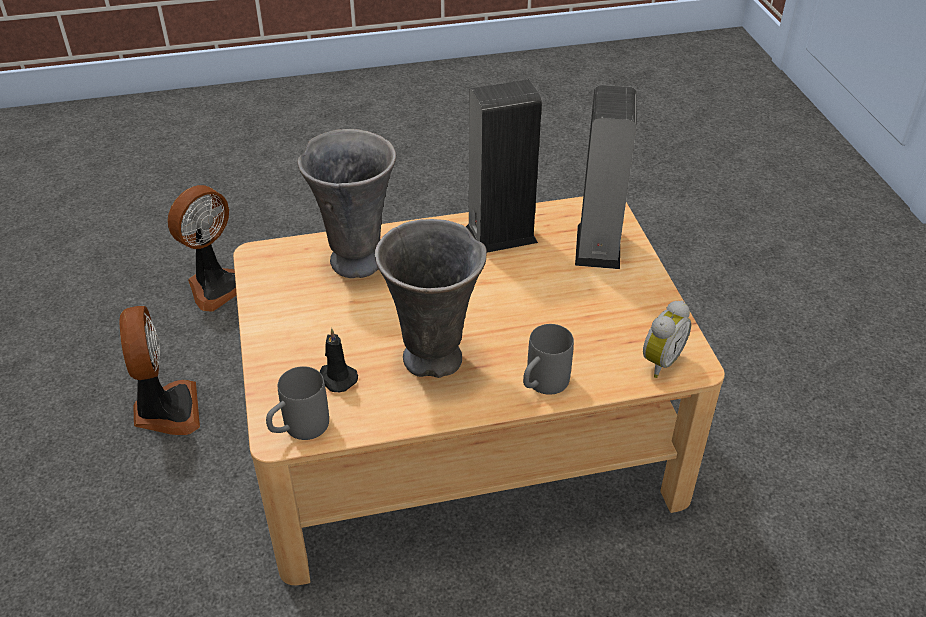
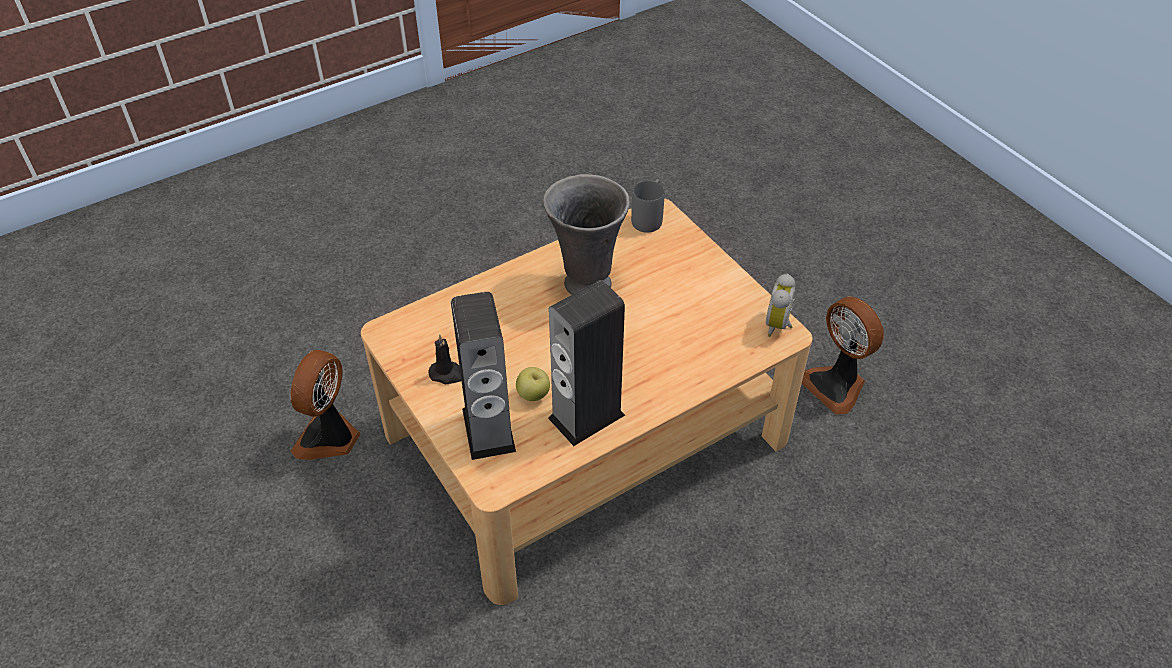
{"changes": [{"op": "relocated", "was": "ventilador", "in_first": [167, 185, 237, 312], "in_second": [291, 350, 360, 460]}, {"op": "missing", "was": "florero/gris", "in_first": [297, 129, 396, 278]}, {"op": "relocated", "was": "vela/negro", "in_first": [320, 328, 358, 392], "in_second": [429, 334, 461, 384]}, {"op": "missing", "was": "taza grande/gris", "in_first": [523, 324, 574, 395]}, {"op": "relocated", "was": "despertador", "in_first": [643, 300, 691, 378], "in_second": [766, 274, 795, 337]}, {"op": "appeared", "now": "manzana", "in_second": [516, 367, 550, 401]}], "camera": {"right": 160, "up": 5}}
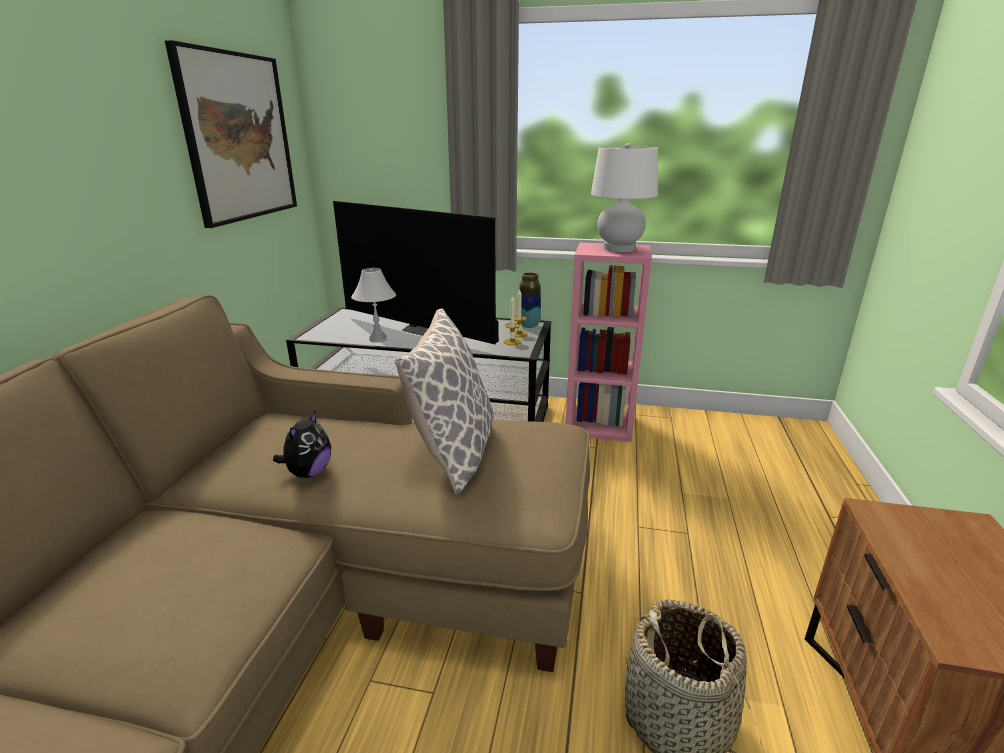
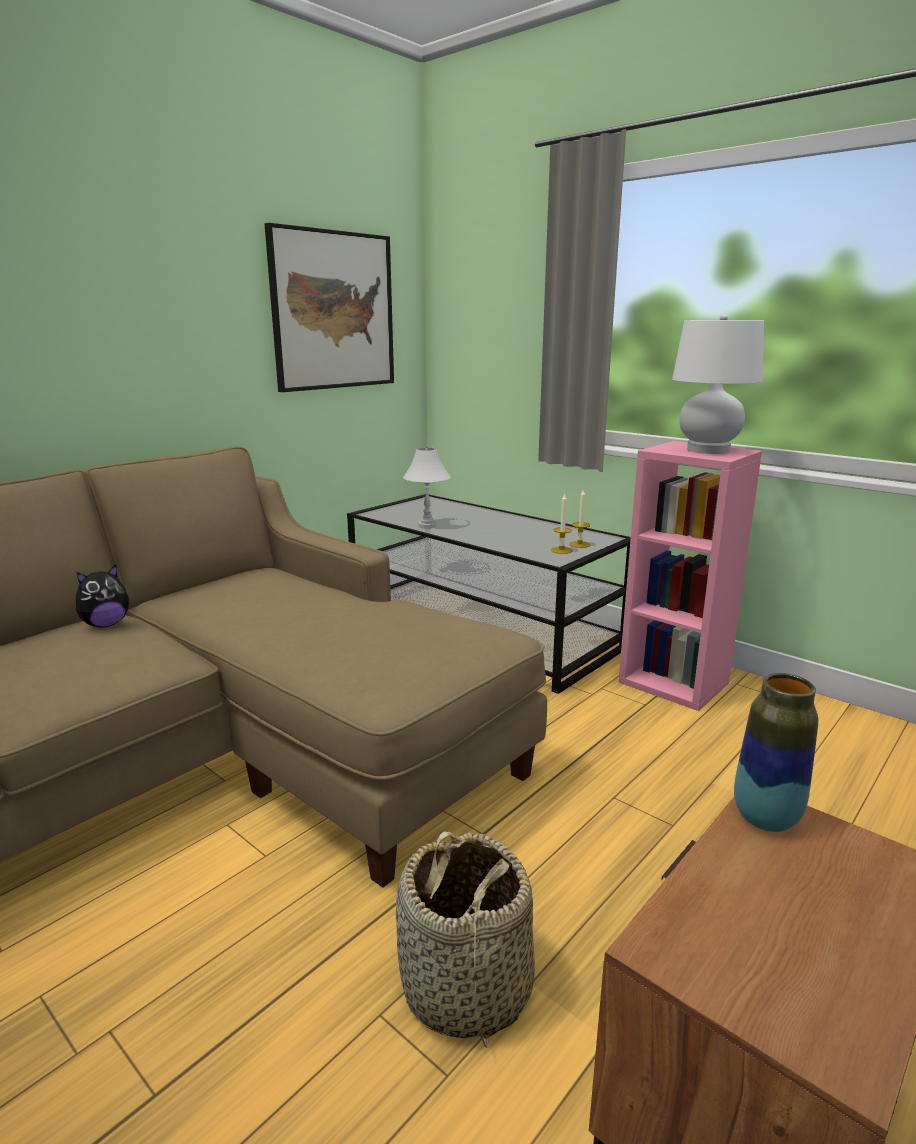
{"changes": [{"op": "relocated", "was": "peluche", "in_first": [273, 410, 331, 478], "in_second": [76, 565, 129, 628]}, {"op": "missing", "was": "televisor", "in_first": [333, 201, 499, 344]}, {"op": "missing", "was": "cojín", "in_first": [395, 309, 494, 494]}, {"op": "relocated", "was": "florero", "in_first": [519, 273, 541, 328], "in_second": [734, 673, 818, 832]}], "camera": {"right": 30, "up": -5}}
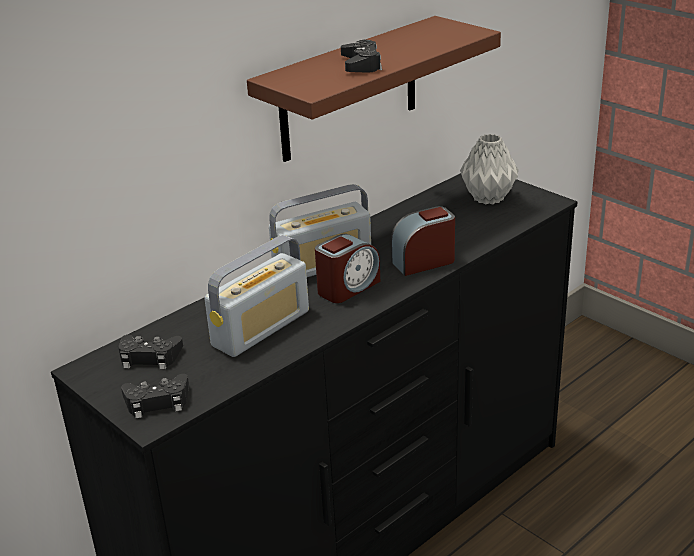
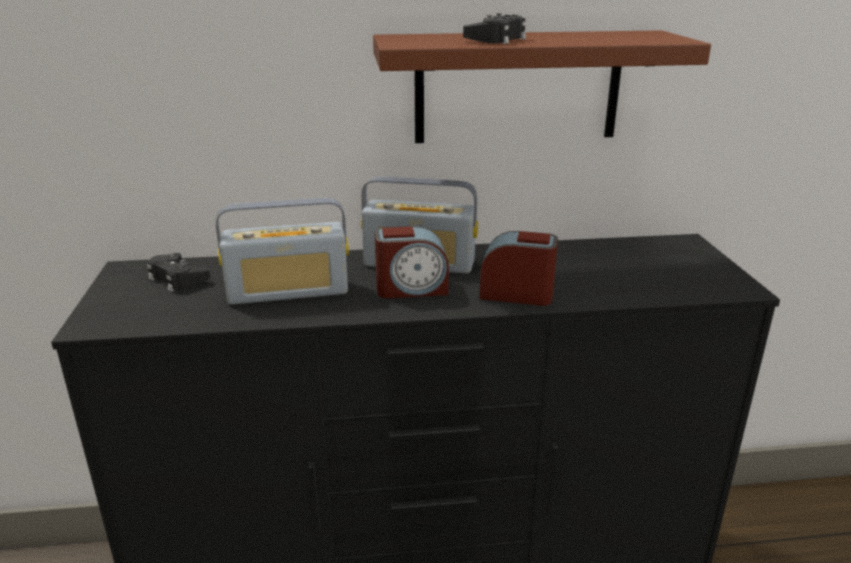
{"changes": [{"op": "missing", "was": "mando de consola/negro", "in_first": [121, 374, 189, 418]}, {"op": "missing", "was": "florero/gris", "in_first": [460, 134, 519, 205]}], "camera": {"right": 35, "up": -5}}
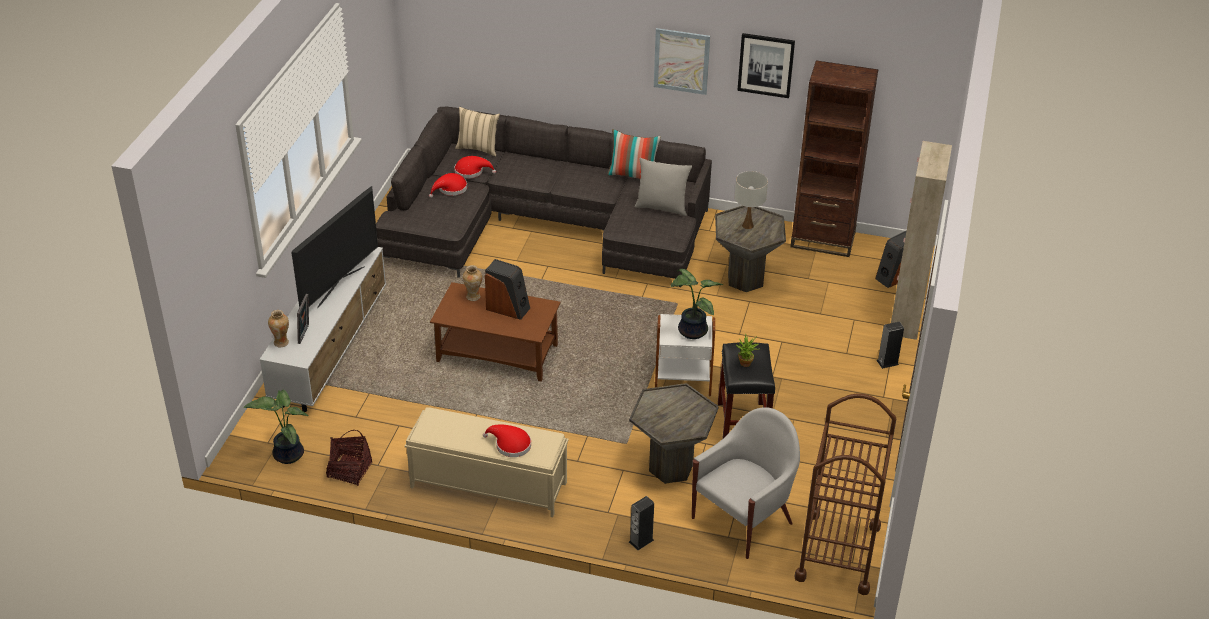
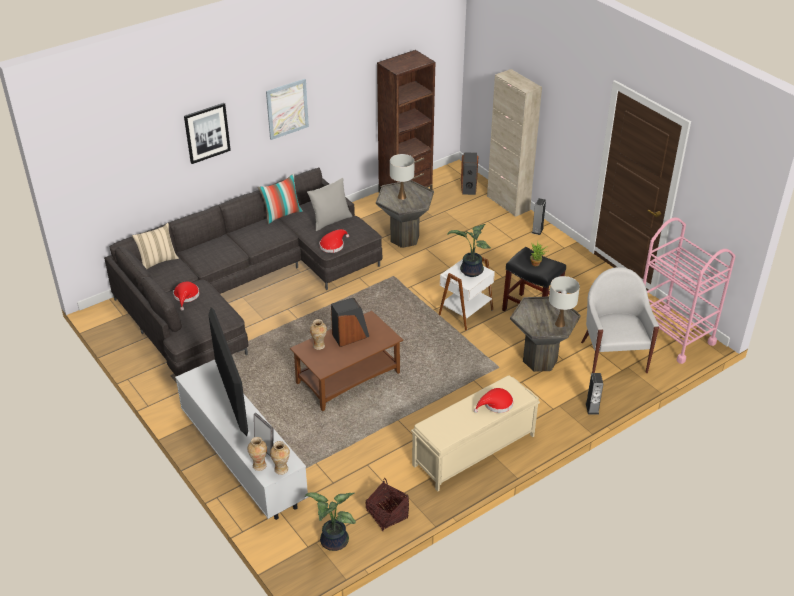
{"changes": [{"op": "relocated", "was": "sombrero/rojo", "in_first": [454, 156, 496, 179], "in_second": [320, 229, 349, 253]}, {"op": "relocated", "was": "cuadro", "in_first": [737, 33, 795, 98], "in_second": [184, 103, 231, 164]}, {"op": "colour", "was": "carrito/marrón", "now": "carrito/rosa", "in_first": [794, 393, 896, 595], "in_second": [643, 217, 736, 364]}, {"op": "appeared", "now": "florero", "in_second": [270, 441, 290, 475]}, {"op": "appeared", "now": "lámpara de mesa/blanco", "in_second": [549, 276, 580, 328]}], "camera": {"right": -50, "up": 0}}
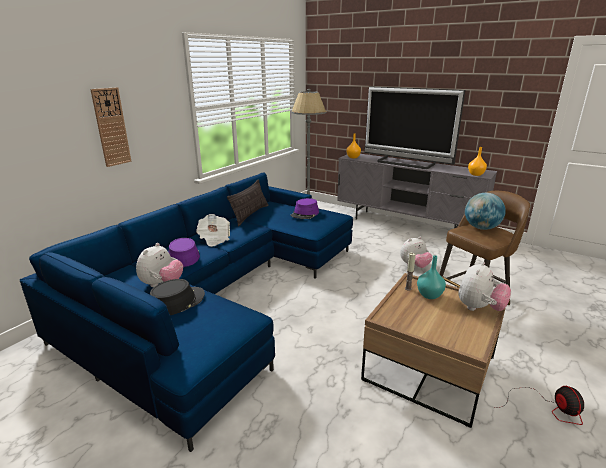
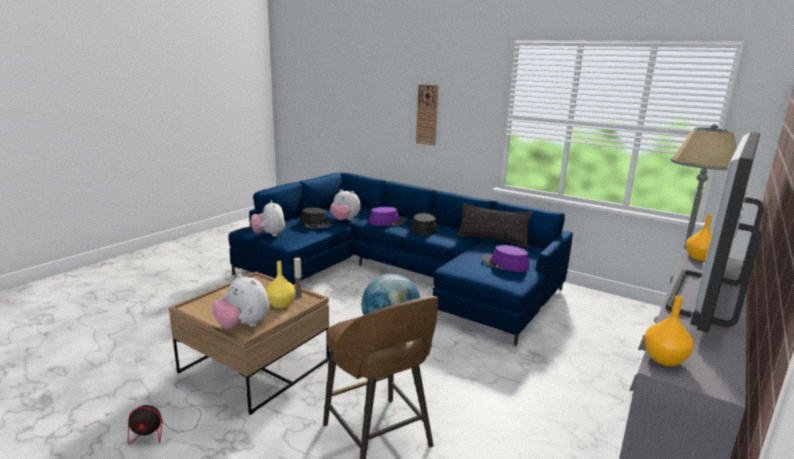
{"changes": [{"op": "exchanged", "was": "periódico", "now": "sombrero/negro", "in_first": [196, 214, 230, 247], "in_second": [411, 213, 437, 236]}, {"op": "relocated", "was": "peluche", "in_first": [400, 237, 433, 268], "in_second": [251, 201, 285, 236]}, {"op": "colour", "was": "florero/turquesa", "now": "florero/amarillo", "in_first": [417, 255, 446, 299], "in_second": [266, 261, 295, 308]}], "camera": {"right": 90, "up": -5}}
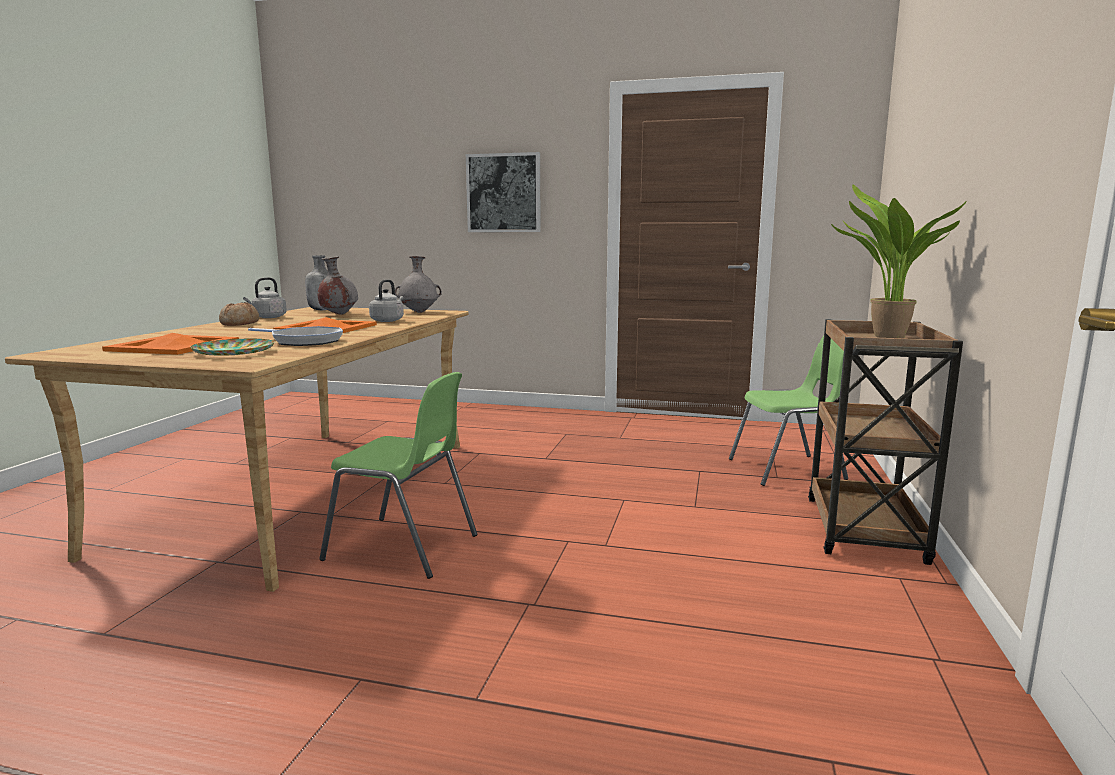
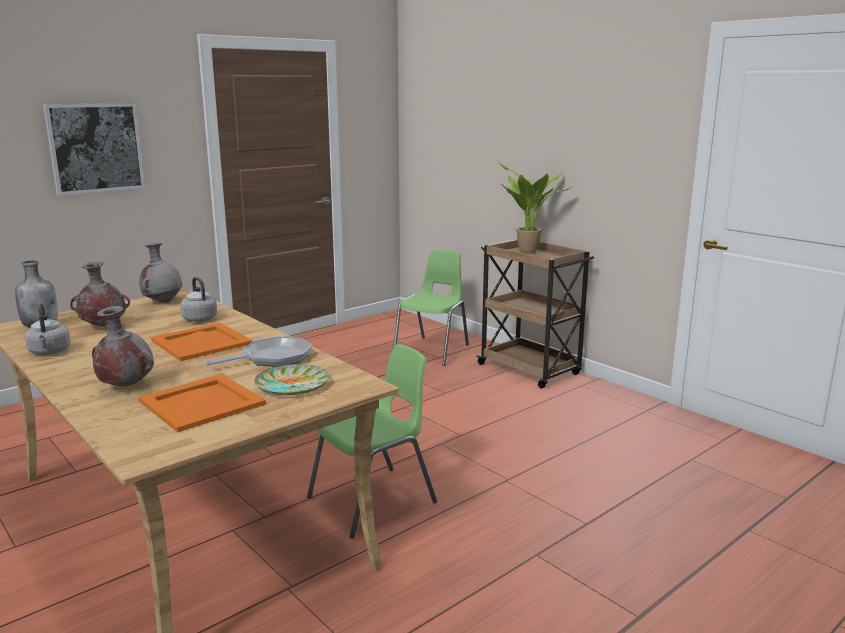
{"changes": [{"op": "missing", "was": "pan", "in_first": [219, 302, 259, 326]}, {"op": "appeared", "now": "florero/gris", "in_second": [92, 306, 154, 386]}], "camera": {"right": -55, "up": 5}}
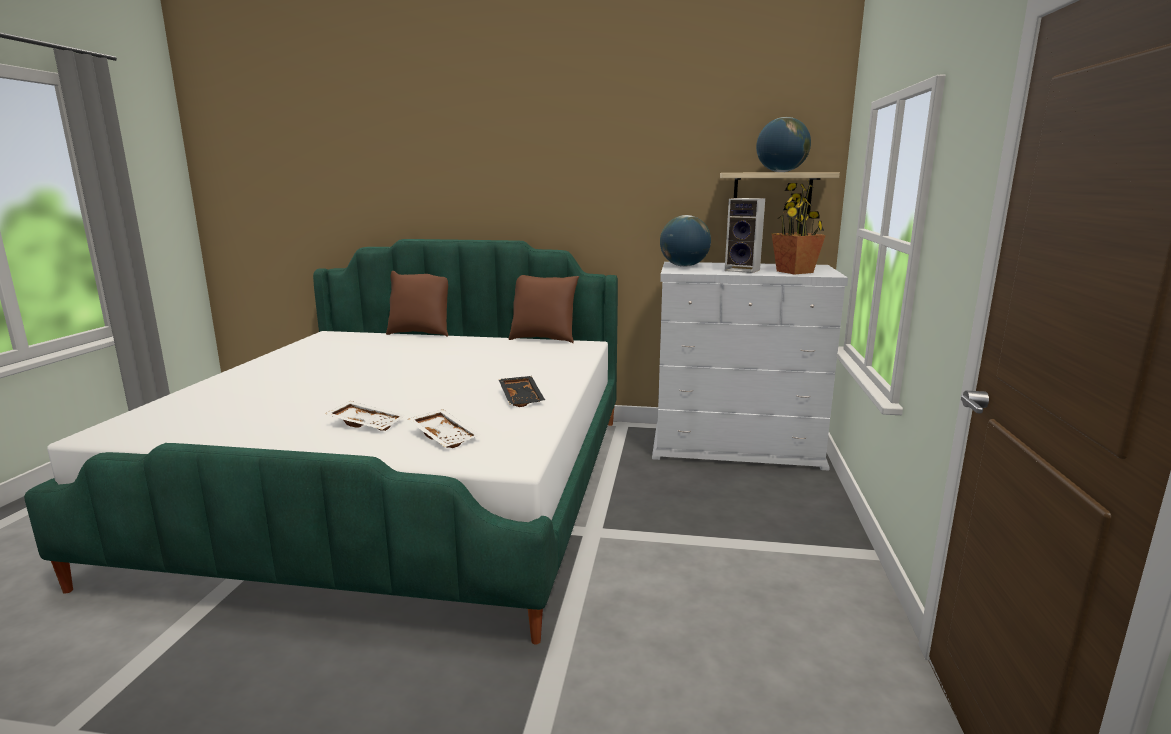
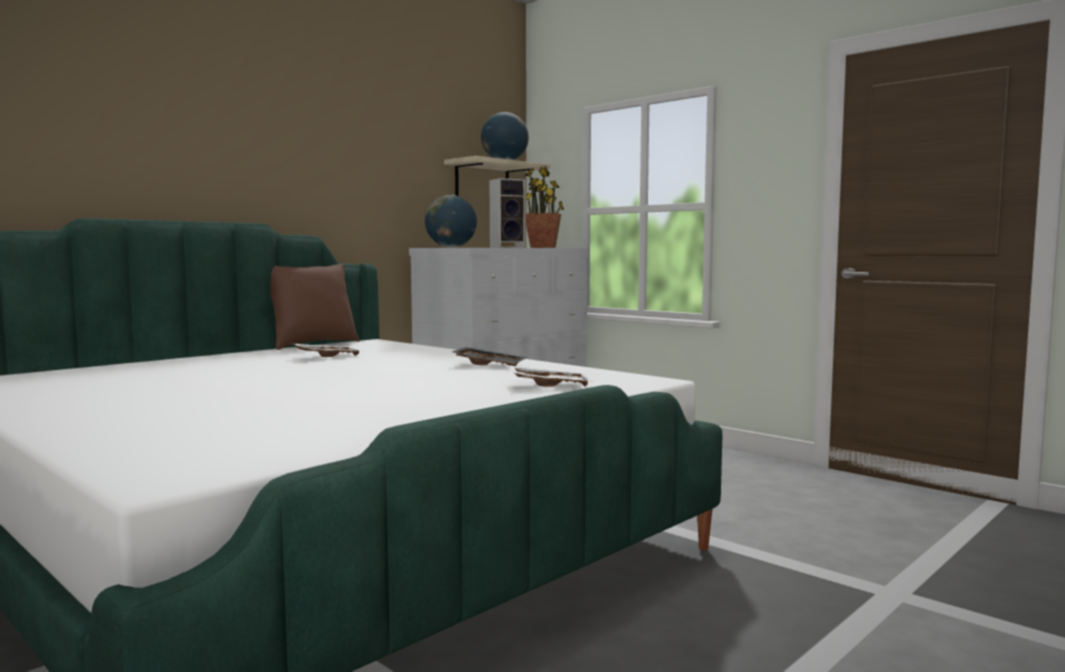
{"changes": [{"op": "relocated", "was": "bandeja/blanco", "in_first": [325, 401, 405, 431], "in_second": [291, 343, 362, 357]}, {"op": "missing", "was": "cojín/marrón", "in_first": [386, 271, 448, 337]}], "camera": {"right": -55, "up": -10}}
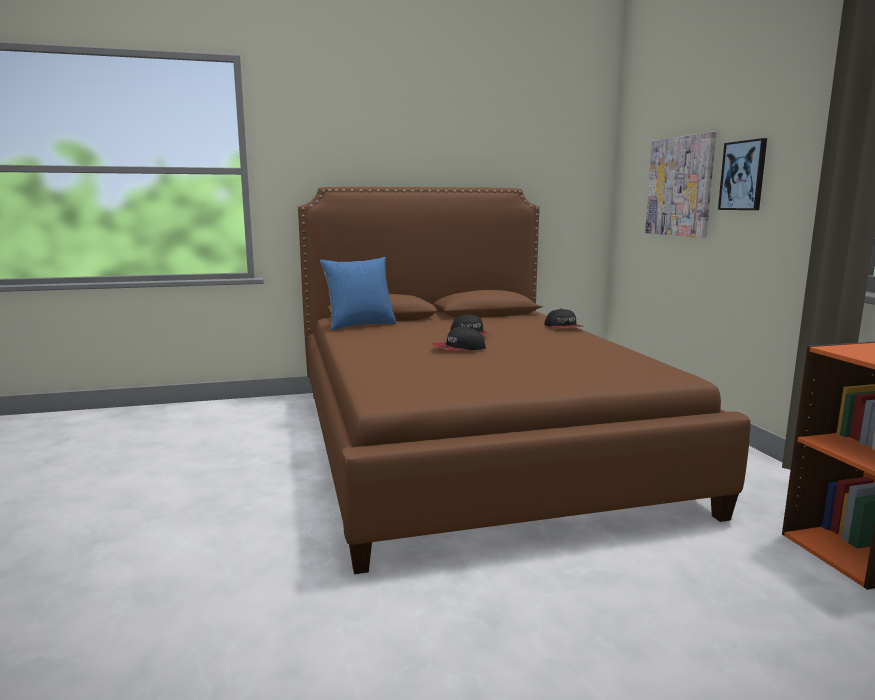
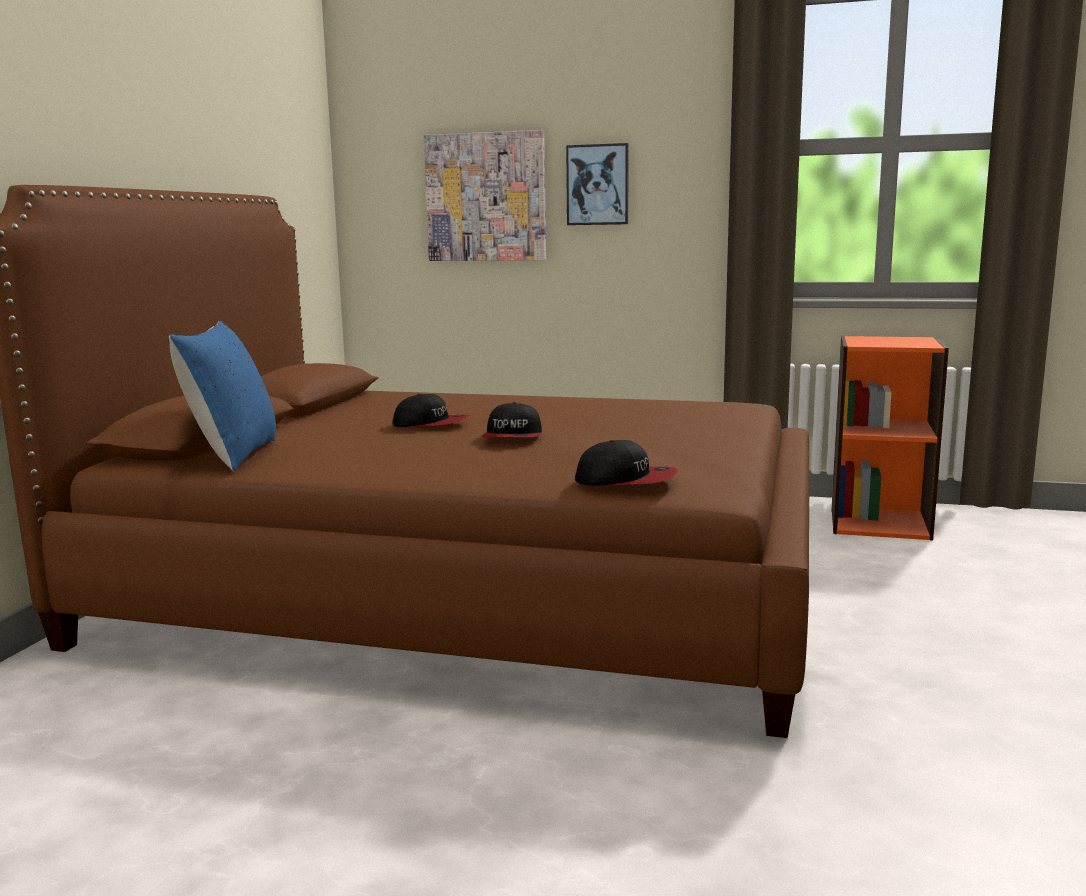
{"changes": [{"op": "relocated", "was": "gorra", "in_first": [544, 309, 583, 328], "in_second": [575, 440, 678, 486]}], "camera": {"right": -60, "up": 0}}
